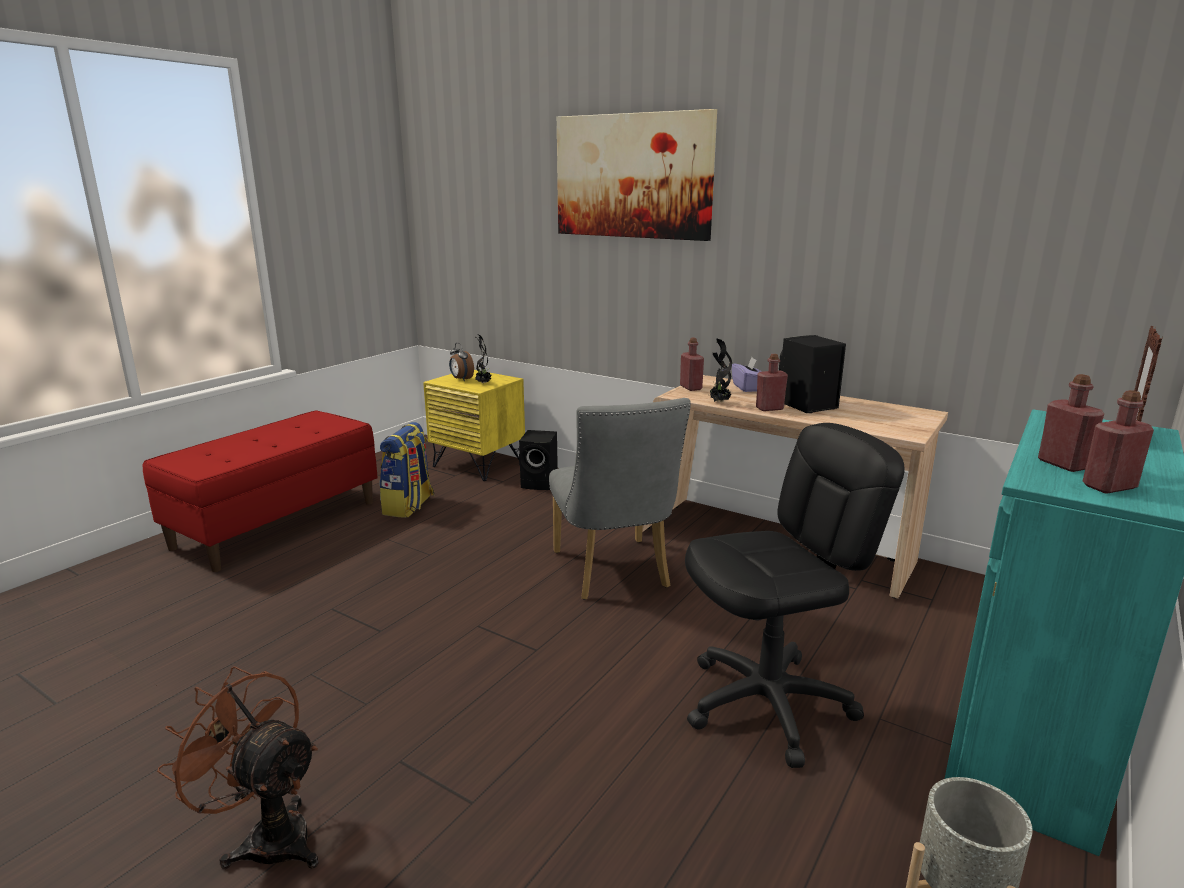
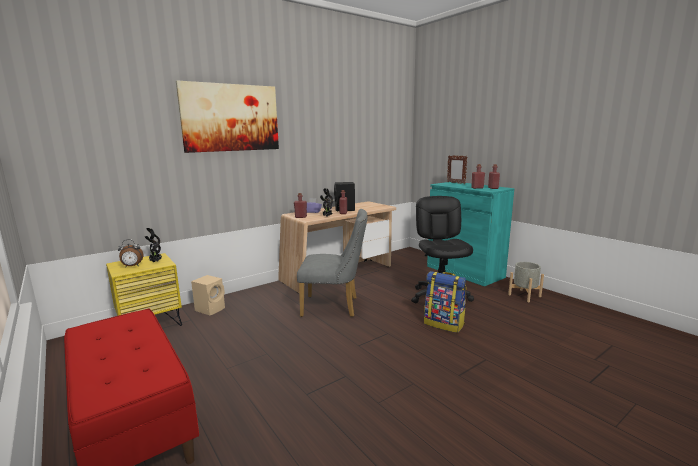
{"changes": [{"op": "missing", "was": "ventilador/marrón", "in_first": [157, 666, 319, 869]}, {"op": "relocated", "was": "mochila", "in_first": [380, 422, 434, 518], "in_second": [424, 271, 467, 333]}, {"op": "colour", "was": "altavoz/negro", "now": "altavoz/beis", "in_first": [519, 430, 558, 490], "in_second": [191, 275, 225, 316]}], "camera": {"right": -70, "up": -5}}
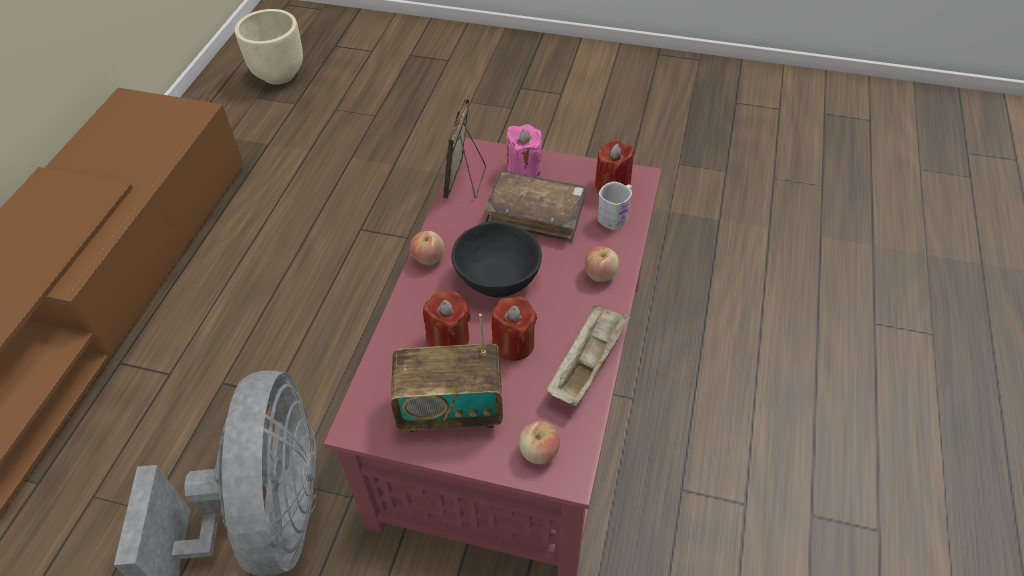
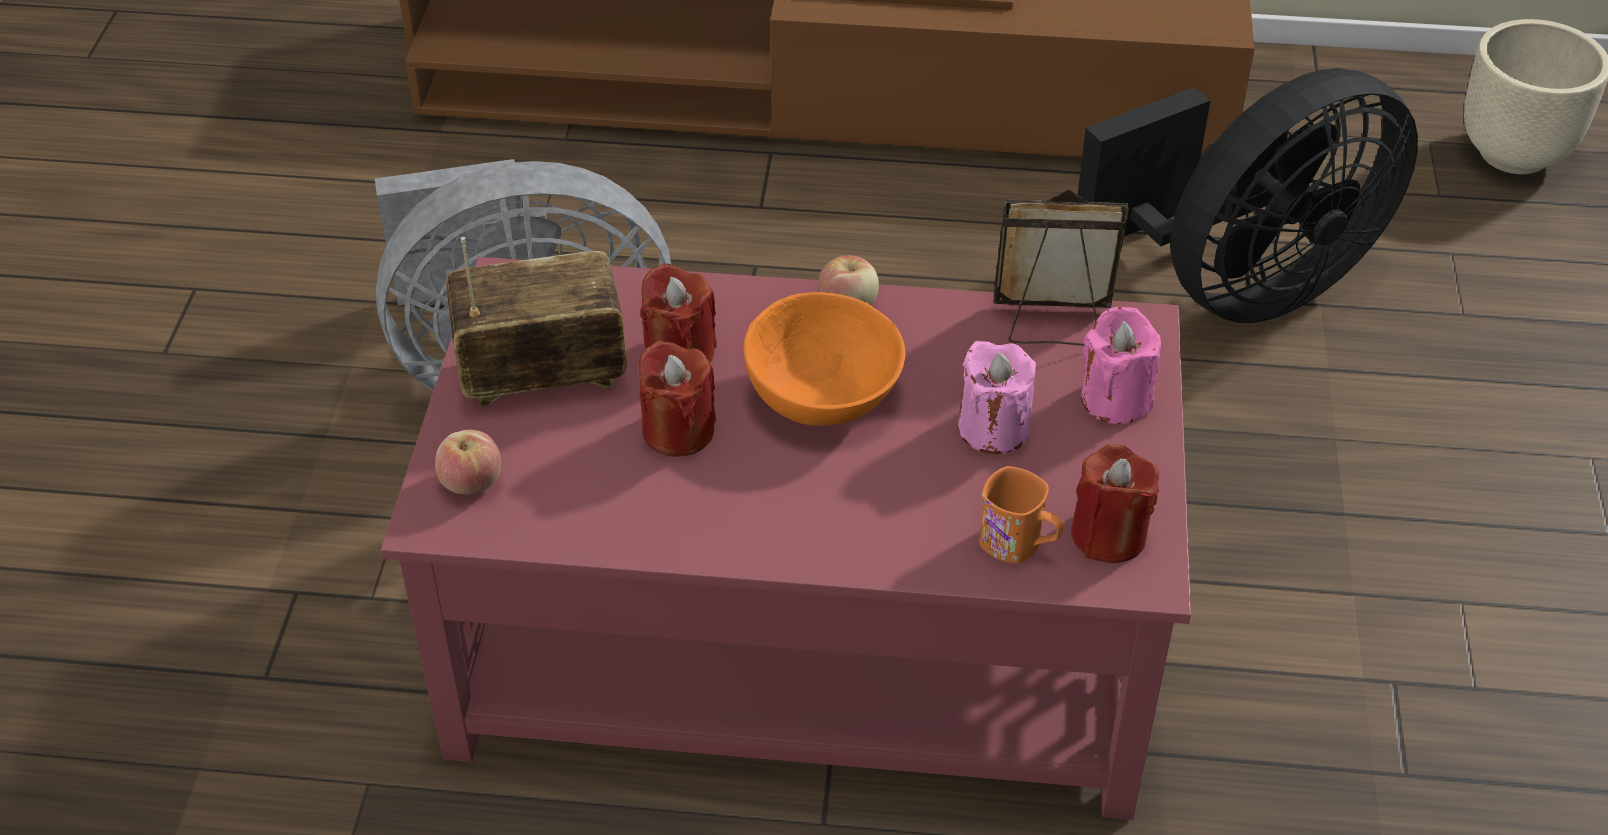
{"changes": [{"op": "spun", "was": "radio", "in_first": [391, 314, 503, 433], "in_second": [446, 237, 627, 407], "clockwise": 90}, {"op": "colour", "was": "cuenco/negro", "now": "cuenco/naranja", "in_first": [451, 222, 542, 297], "in_second": [744, 292, 905, 426]}, {"op": "exchanged", "was": "libro/marrón", "now": "vela/rosa", "in_first": [484, 170, 586, 242], "in_second": [958, 341, 1036, 454]}, {"op": "missing", "was": "bandeja/beis", "in_first": [547, 305, 631, 406]}, {"op": "missing", "was": "manzana", "in_first": [585, 247, 619, 282]}, {"op": "colour", "was": "taza grande/blanco", "now": "taza grande/naranja", "in_first": [597, 181, 632, 230], "in_second": [979, 466, 1063, 564]}, {"op": "appeared", "now": "ventilador/negro", "in_second": [1077, 68, 1418, 323]}], "camera": {"right": 80, "up": -5}}
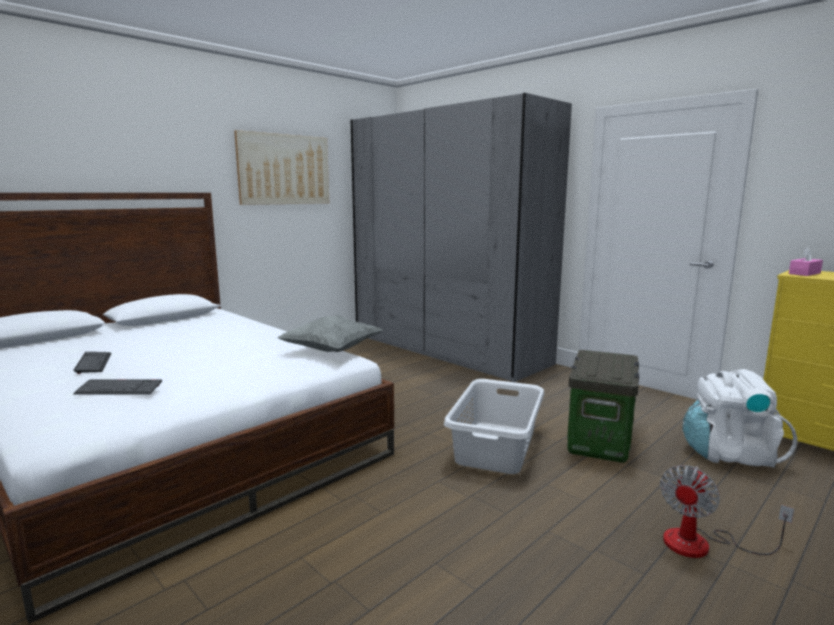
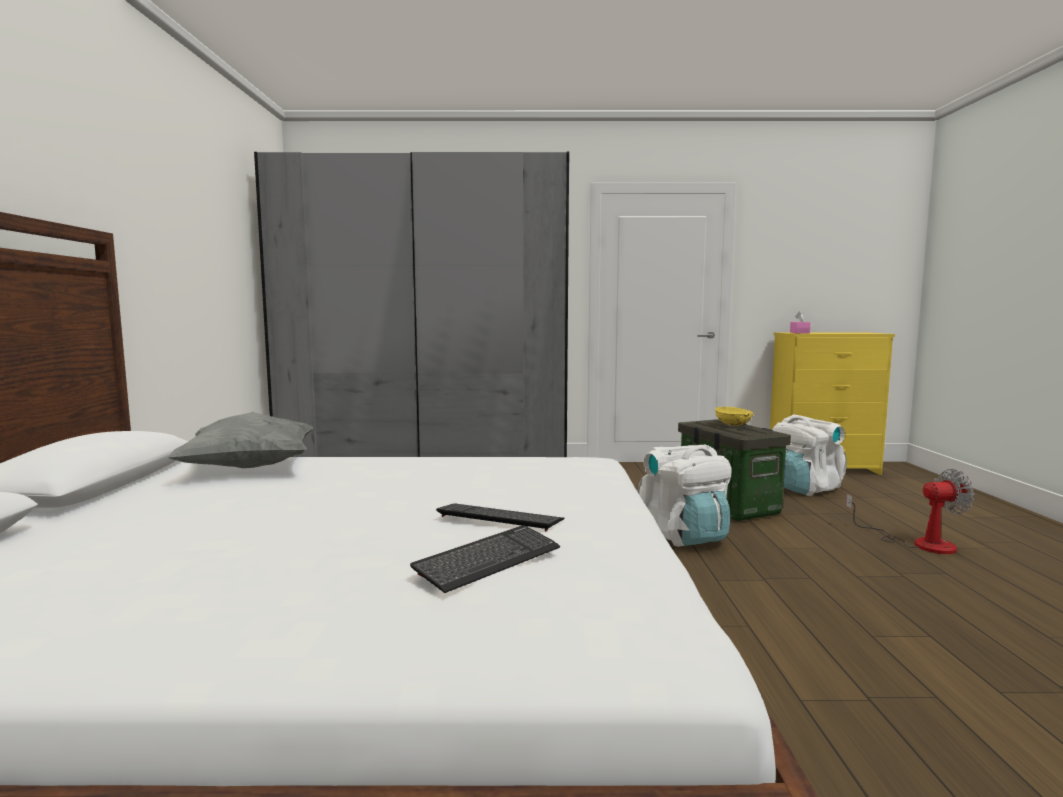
{"changes": [{"op": "relocated", "was": "teclado", "in_first": [74, 352, 111, 374], "in_second": [436, 504, 565, 531]}, {"op": "missing", "was": "cuadro", "in_first": [234, 130, 329, 205]}, {"op": "relocated", "was": "cojín/gris", "in_first": [277, 315, 382, 352], "in_second": [166, 412, 313, 468]}, {"op": "exchanged", "was": "cesto de la ropa/gris", "now": "mochila/blanco", "in_first": [444, 379, 544, 474], "in_second": [637, 445, 731, 547]}, {"op": "spun", "was": "ventilador", "in_first": [660, 465, 794, 558], "in_second": [846, 469, 975, 554], "clockwise": -90}, {"op": "appeared", "now": "cuenco/amarillo", "in_second": [715, 406, 754, 426]}], "camera": {"right": -45, "up": -5}}
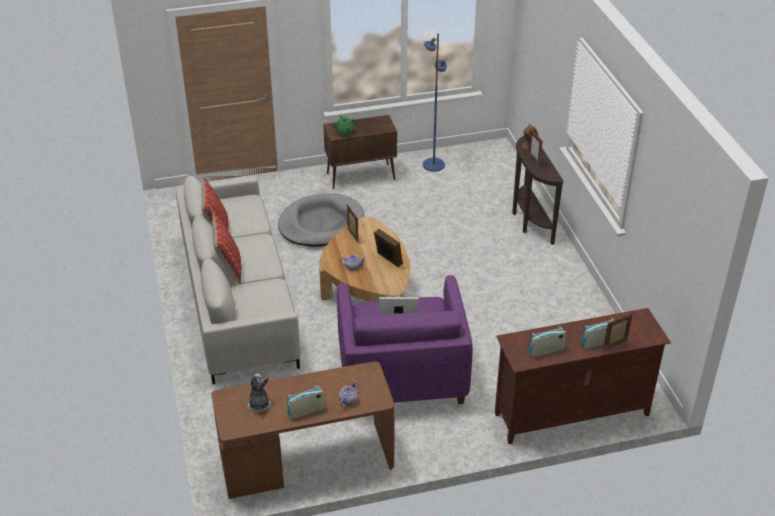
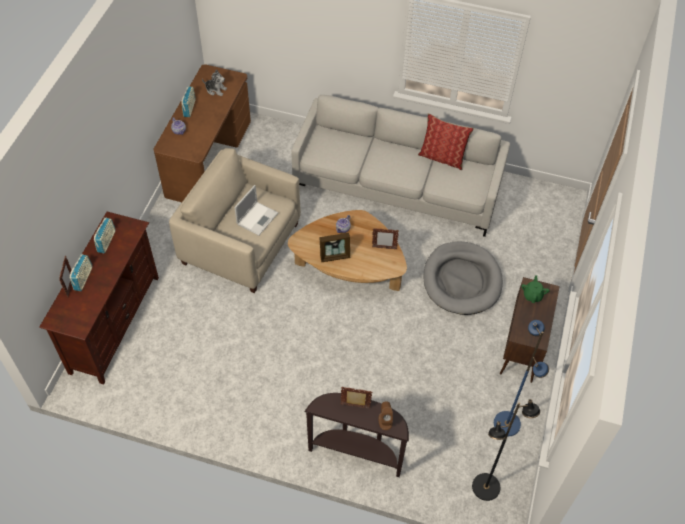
{"changes": [{"op": "missing", "was": "cojín", "in_first": [212, 212, 241, 285]}, {"op": "colour", "was": "sillón/morado", "now": "sillón/beis", "in_first": [337, 275, 473, 404], "in_second": [169, 148, 301, 293]}, {"op": "appeared", "now": "lámpara de pie/negro", "in_second": [472, 399, 540, 501]}], "camera": {"right": 120, "up": 15}}
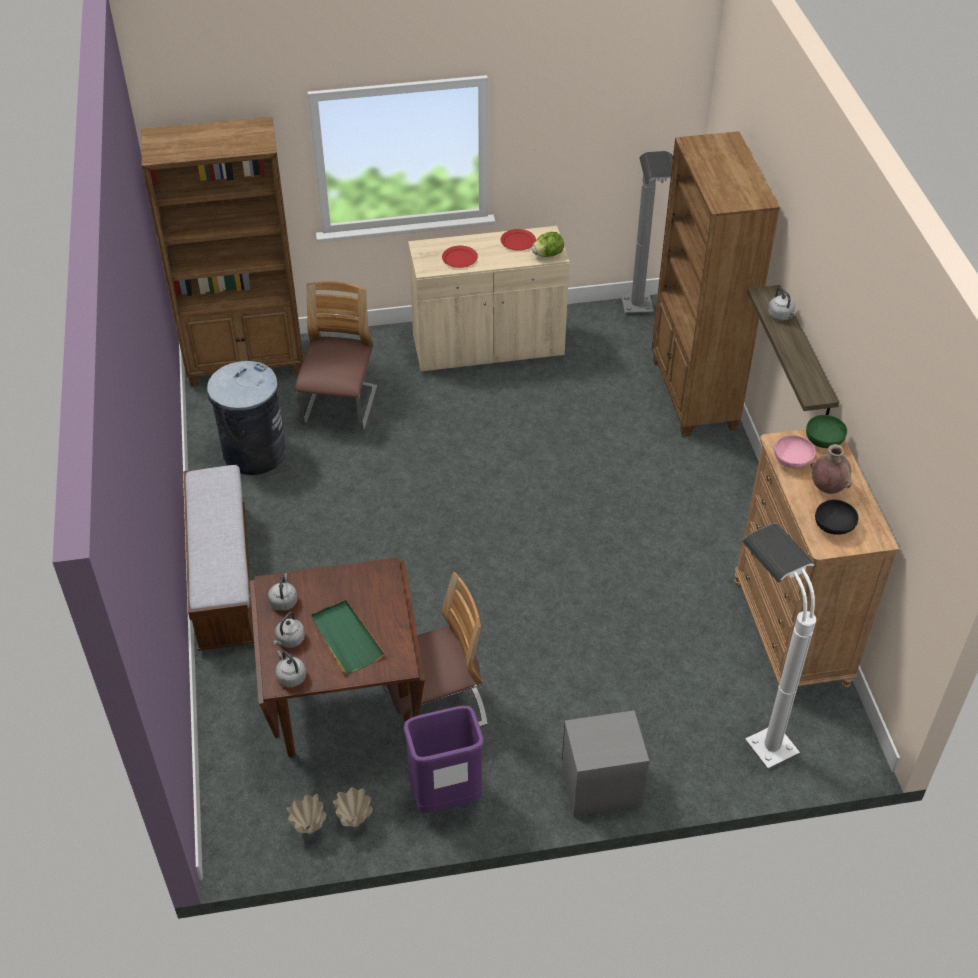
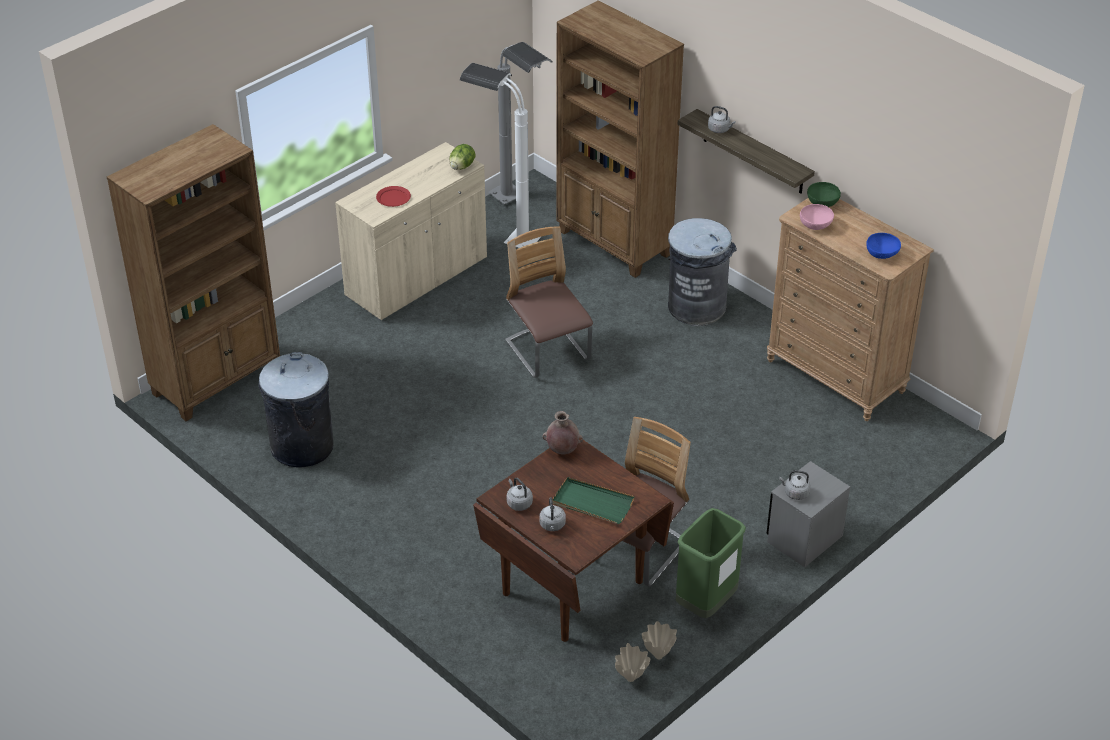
{"changes": [{"op": "missing", "was": "banco", "in_first": [184, 465, 254, 651]}, {"op": "relocated", "was": "hervidor/gris", "in_first": [276, 650, 306, 688], "in_second": [779, 470, 810, 500]}, {"op": "relocated", "was": "silla", "in_first": [295, 281, 377, 431], "in_second": [505, 226, 593, 378]}, {"op": "colour", "was": "papelera/morado", "now": "papelera/verde", "in_first": [403, 706, 484, 813], "in_second": [676, 508, 746, 618]}, {"op": "missing", "was": "plato/rojo", "in_first": [501, 229, 536, 251]}, {"op": "relocated", "was": "lámpara de pie/blanco", "in_first": [743, 523, 816, 768], "in_second": [460, 63, 541, 248]}, {"op": "relocated", "was": "florero/marrón", "in_first": [811, 444, 852, 494], "in_second": [543, 411, 583, 455]}, {"op": "colour", "was": "cuenco/negro", "now": "cuenco/azul", "in_first": [815, 499, 859, 535], "in_second": [866, 233, 901, 259]}, {"op": "appeared", "now": "papelera/gris", "in_second": [668, 218, 737, 326]}], "camera": {"right": -35, "up": -5}}
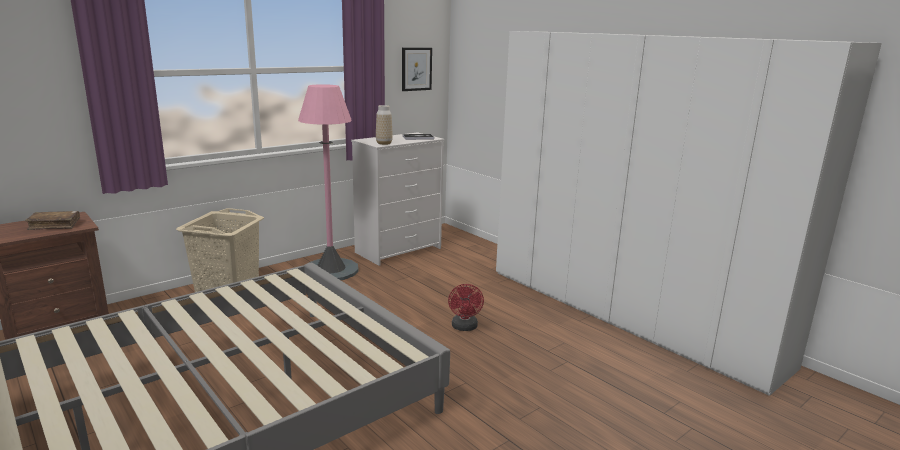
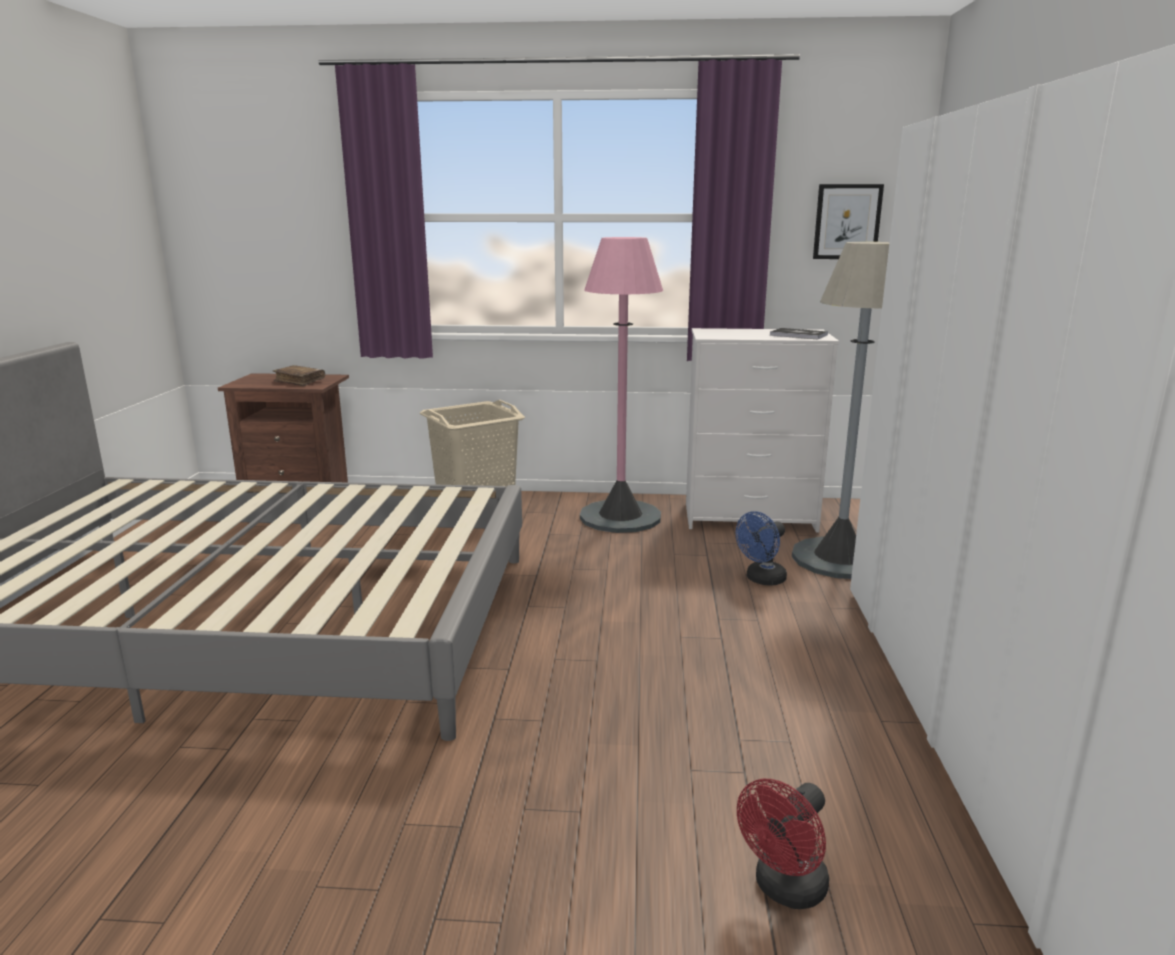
{"changes": [{"op": "missing", "was": "florero", "in_first": [376, 105, 393, 145]}, {"op": "relocated", "was": "ventilador/rojo", "in_first": [448, 284, 484, 331], "in_second": [737, 779, 829, 909]}, {"op": "appeared", "now": "ventilador/azul", "in_second": [736, 511, 787, 586]}, {"op": "appeared", "now": "lámpara de pie/gris", "in_second": [792, 242, 889, 579]}], "camera": {"right": 45, "up": 0}}
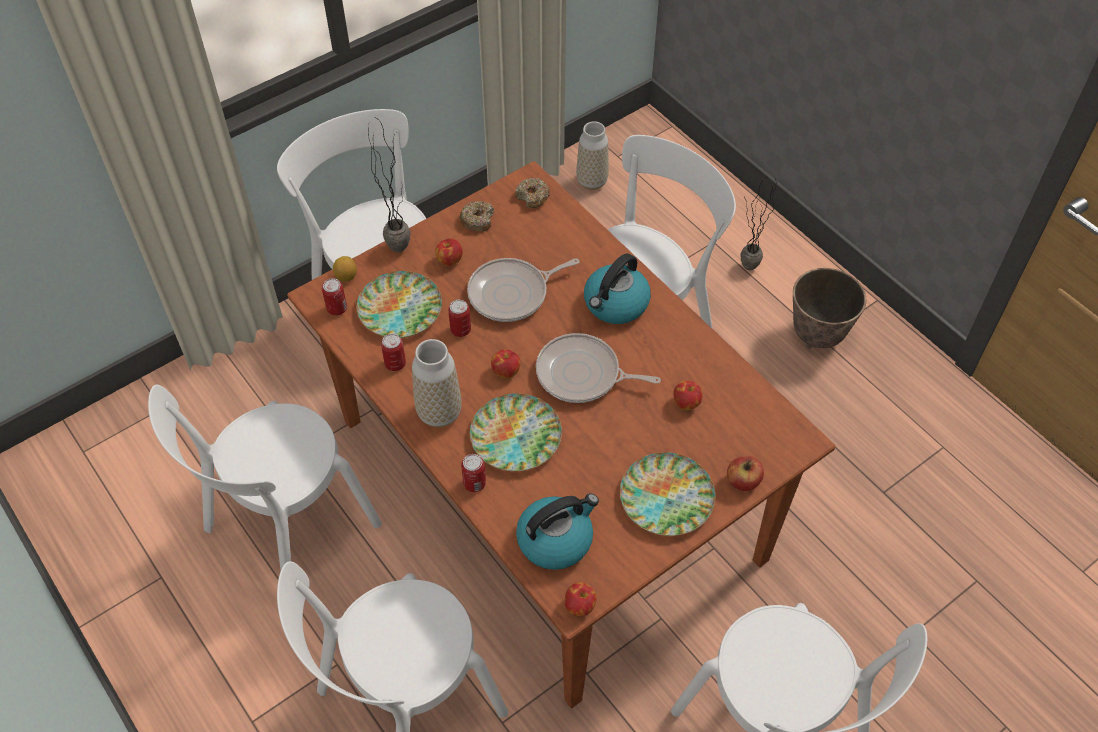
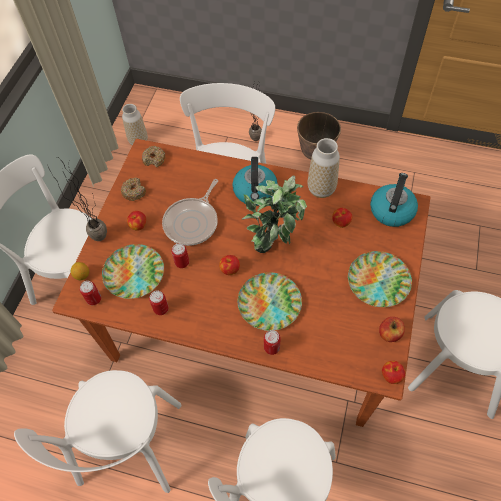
{"changes": [{"op": "relocated", "was": "florero", "in_first": [412, 339, 462, 427], "in_second": [308, 138, 340, 198]}, {"op": "relocated", "was": "hervidor", "in_first": [516, 493, 599, 570], "in_second": [370, 173, 418, 227]}, {"op": "exchanged", "was": "sartén", "now": "planta en maceta", "in_first": [536, 333, 661, 403], "in_second": [241, 176, 307, 253]}, {"op": "relocated", "was": "manzana", "in_first": [727, 456, 764, 491], "in_second": [379, 317, 405, 342]}], "camera": {"right": -35, "up": 5}}
